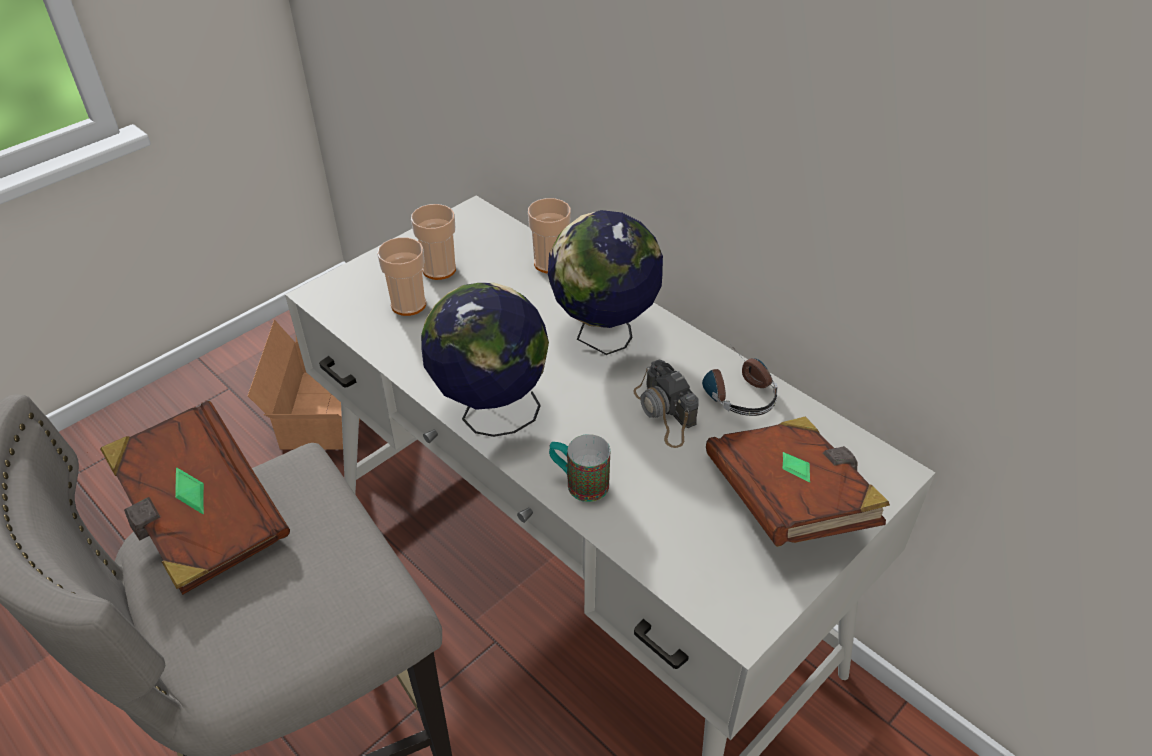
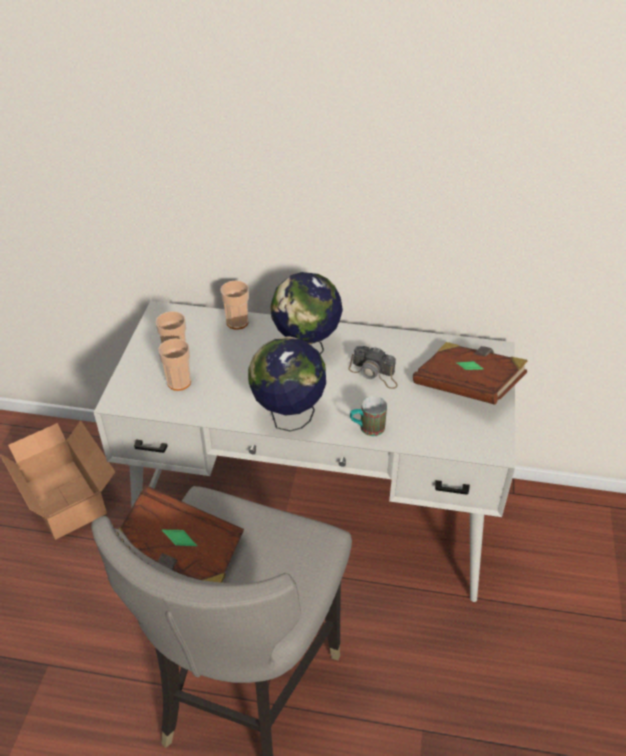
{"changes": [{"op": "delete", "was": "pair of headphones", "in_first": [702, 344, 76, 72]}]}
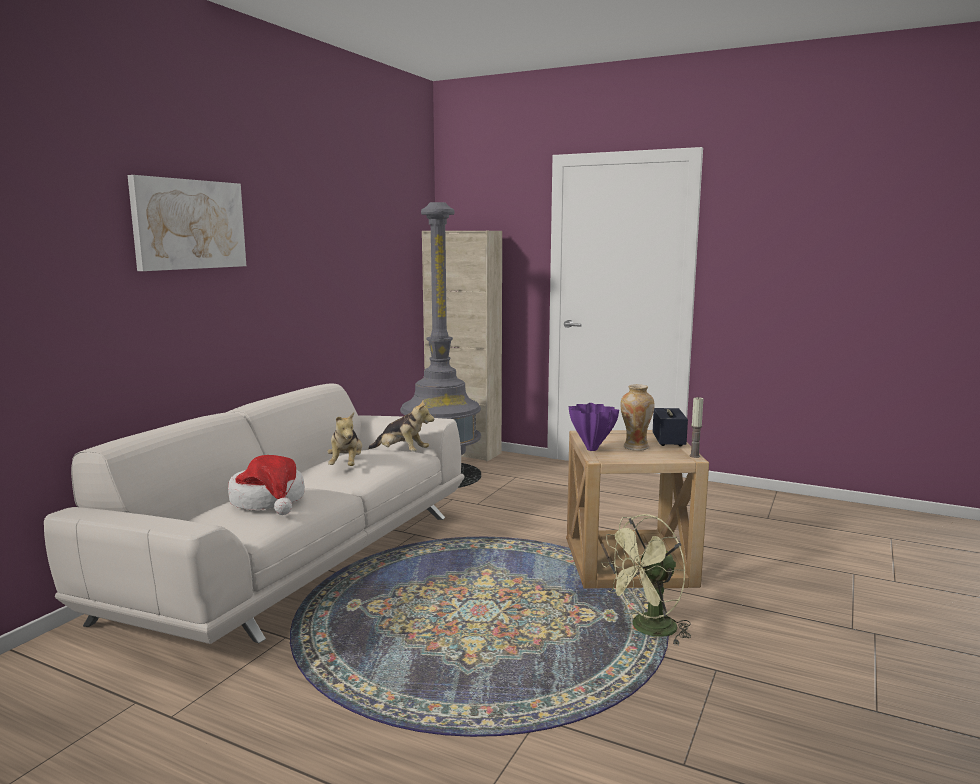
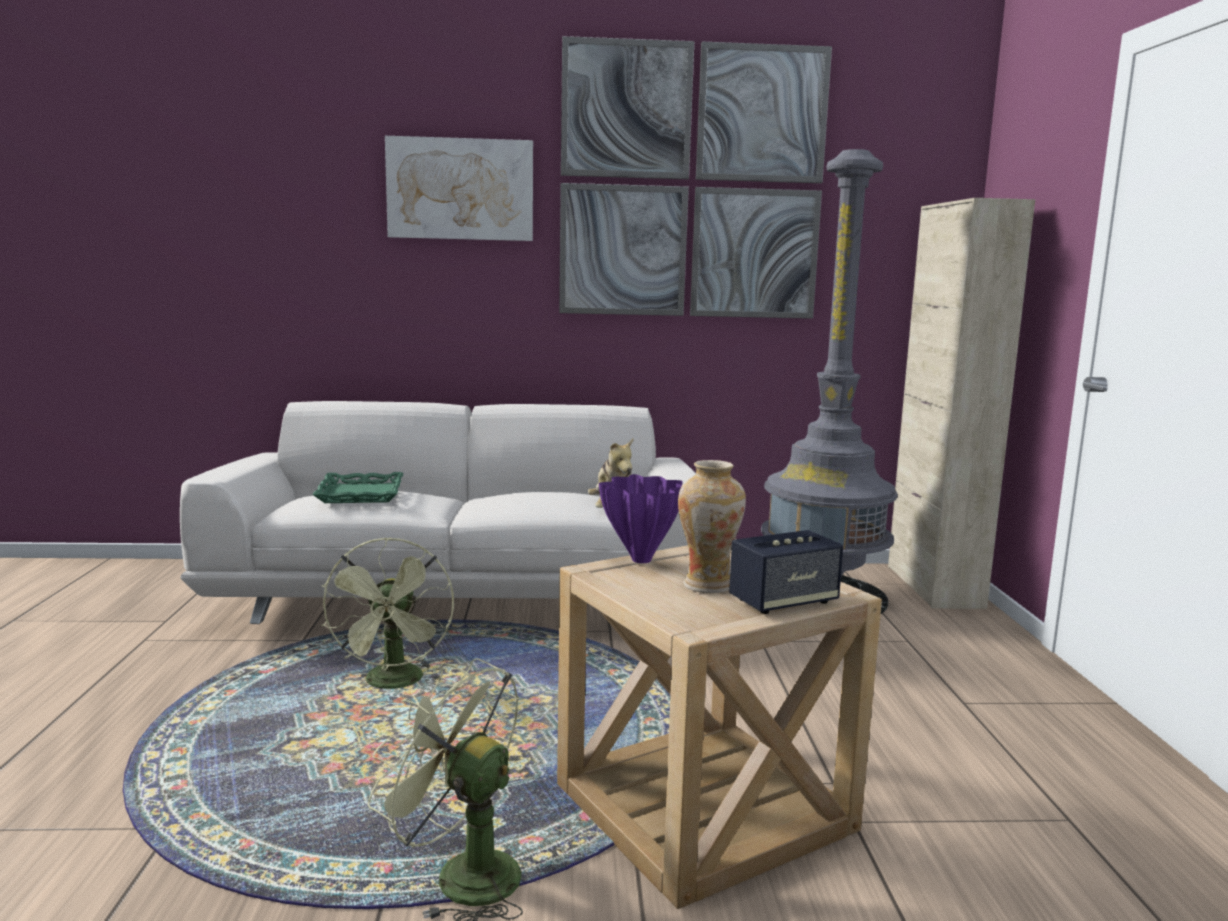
{"changes": [{"op": "delete", "was": "wax light", "in_first": [689, 396, 14, 62]}, {"op": "delete", "was": "plush toy", "in_first": [327, 412, 35, 54]}, {"op": "replace", "was": "hat", "now": "green-coloured tray", "in_first": [228, 455, 77, 60], "in_second": [312, 472, 91, 31]}, {"op": "insert", "now": "picture", "in_second": [559, 36, 273, 283]}, {"op": "insert", "now": "green-coloured cooling fan", "in_second": [321, 537, 133, 152]}]}
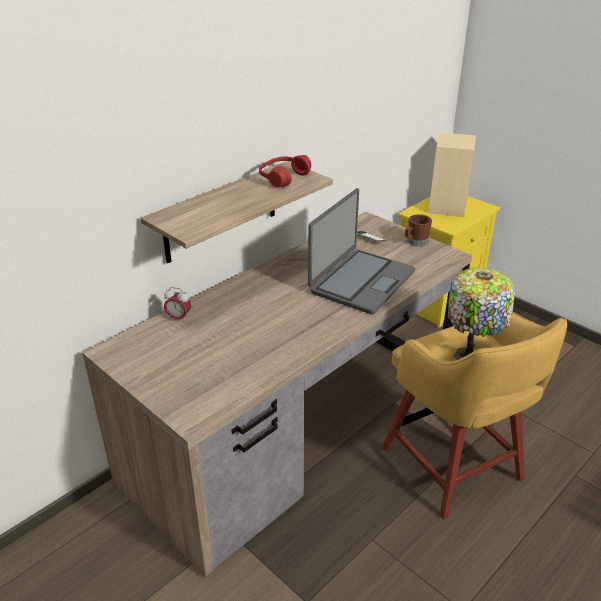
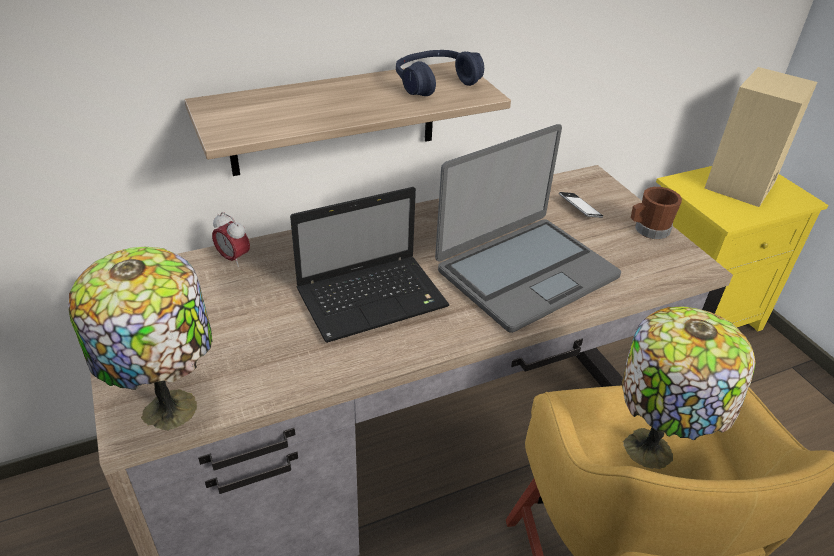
{"changes": [{"op": "recolor", "was": "red pair of headphones", "now": "bluish pair of headphones", "in_first": [259, 155, 52, 32], "in_second": [396, 50, 88, 46]}, {"op": "insert", "now": "laptop", "in_second": [290, 187, 159, 156]}, {"op": "insert", "now": "lamp for a table", "in_second": [68, 247, 145, 184]}]}
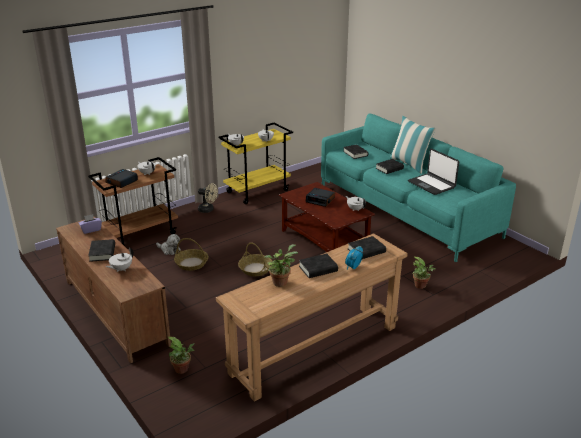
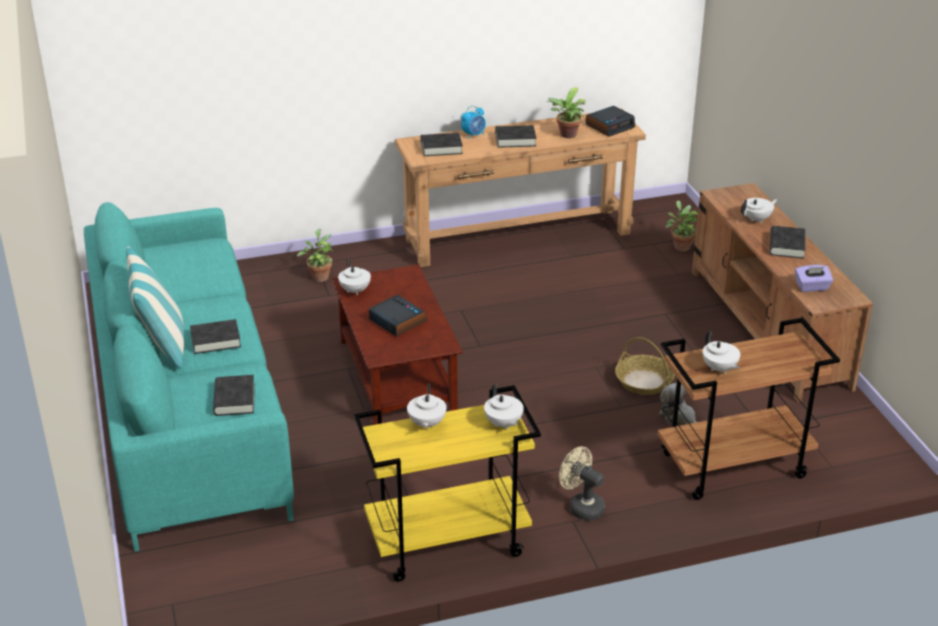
{"changes": [{"op": "delete", "was": "laptop", "in_first": [408, 149, 51, 46]}, {"op": "move", "was": "alarm clock", "in_first": [105, 169, 33, 19], "in_second": [586, 106, 49, 31]}, {"op": "delete", "was": "household basket", "in_first": [238, 242, 35, 34]}]}
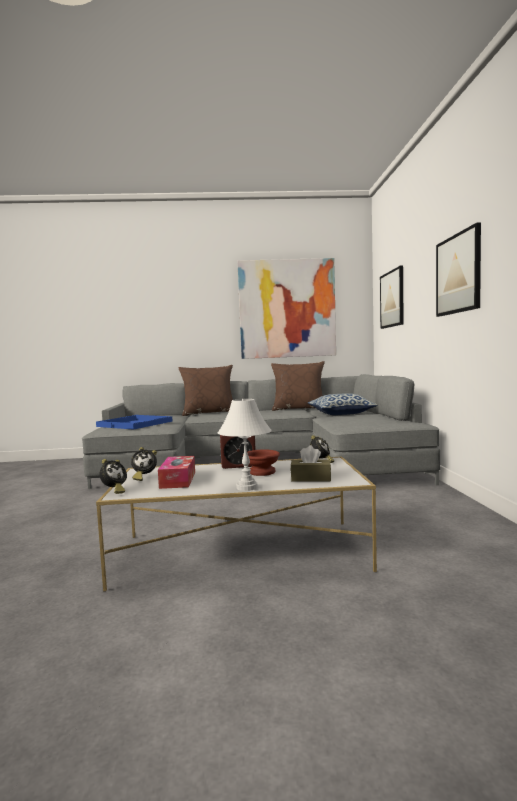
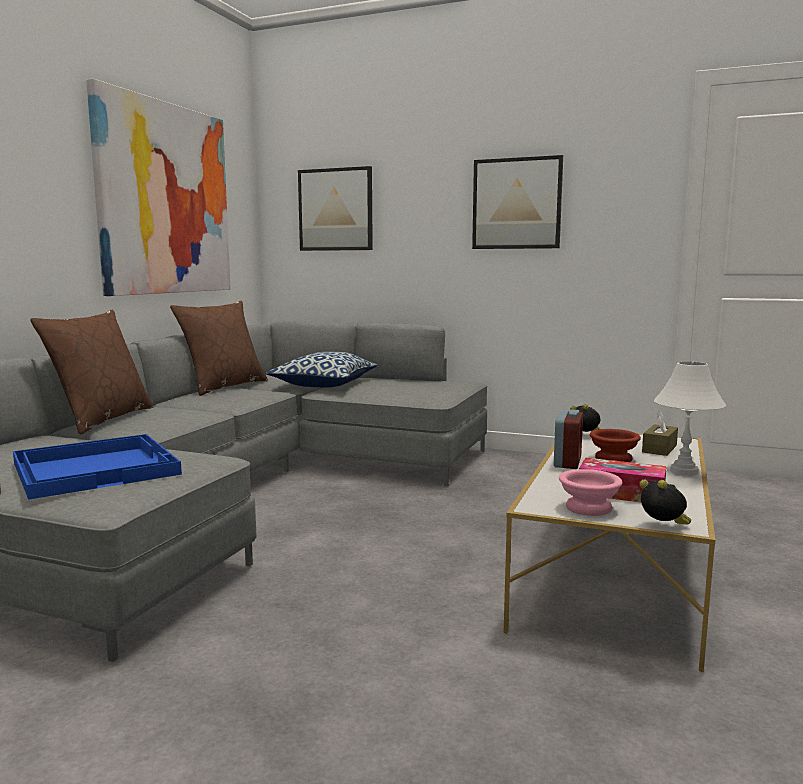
{"changes": [{"op": "replace", "was": "alarm clock", "now": "pinkish serving bowl", "in_first": [131, 447, 26, 34], "in_second": [559, 469, 63, 47]}]}
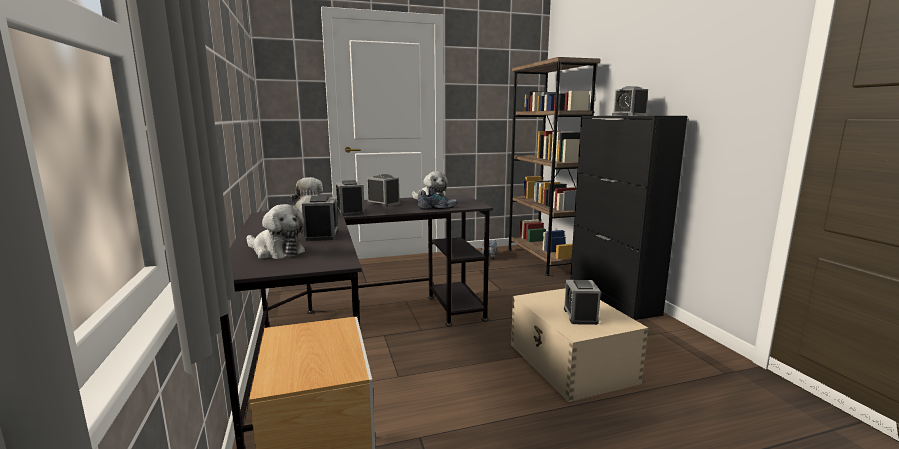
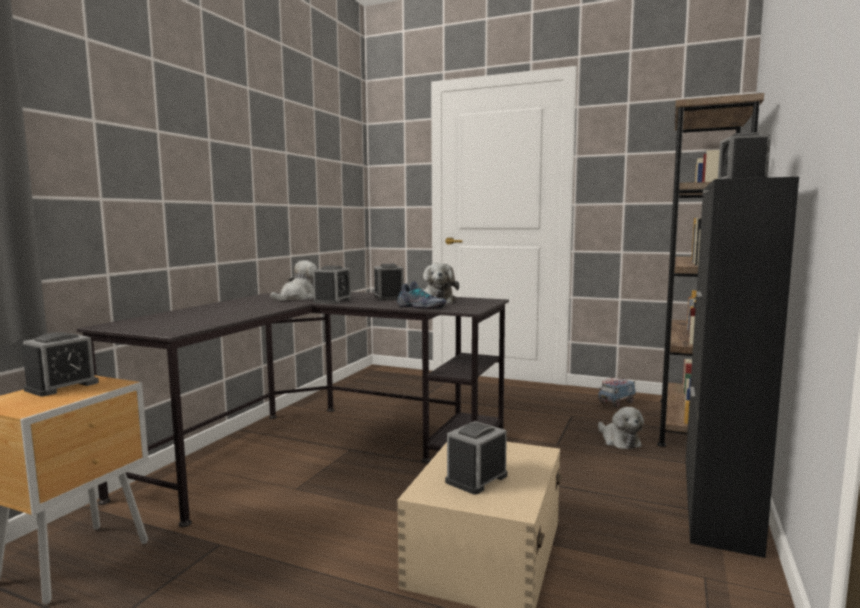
{"changes": [{"op": "move", "was": "alarm clock", "in_first": [302, 196, 36, 45], "in_second": [22, 332, 77, 64]}, {"op": "move", "was": "plush toy", "in_first": [247, 204, 58, 55], "in_second": [598, 407, 46, 42]}]}
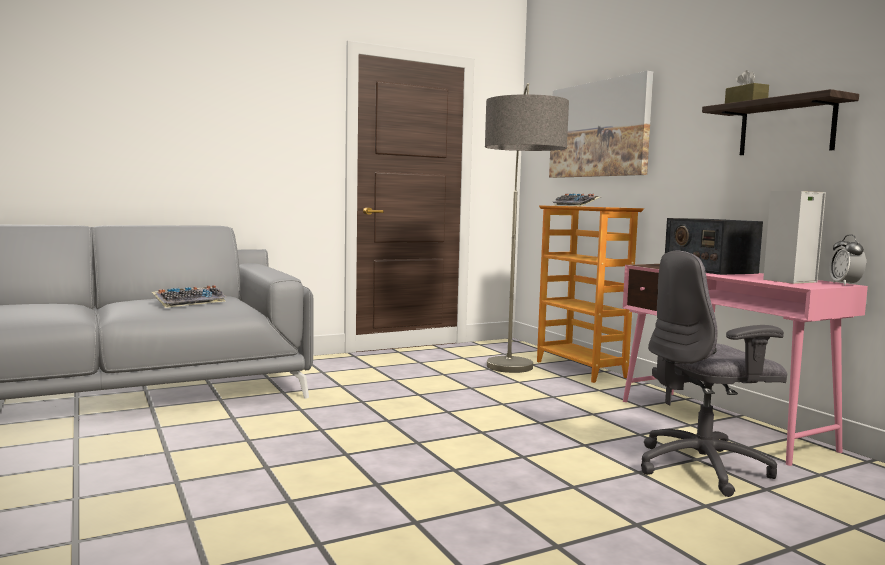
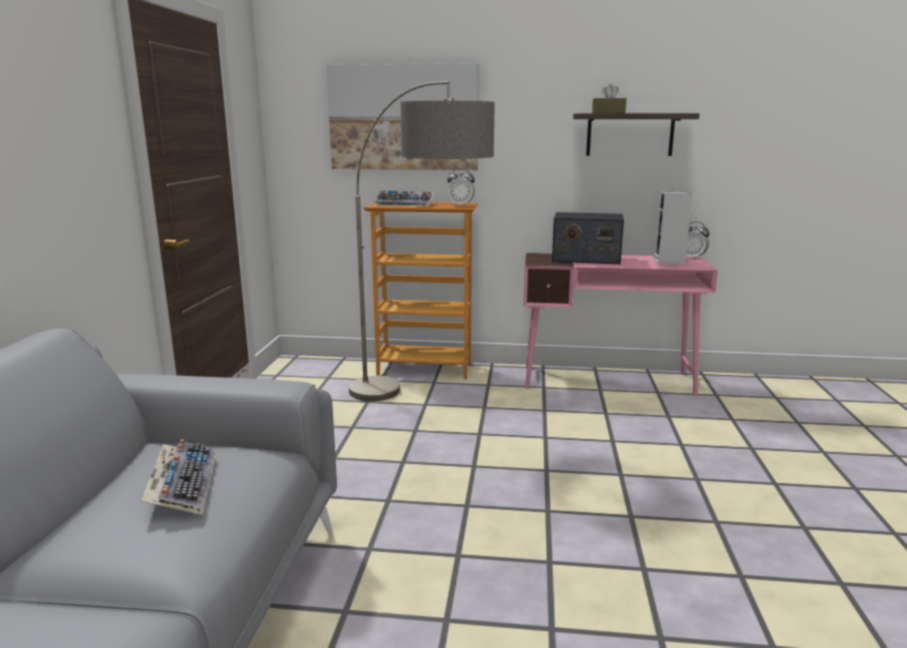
{"changes": [{"op": "delete", "was": "gray desk chair", "in_first": [641, 250, 146, 247]}, {"op": "insert", "now": "alarm clock", "in_second": [447, 168, 28, 38]}]}
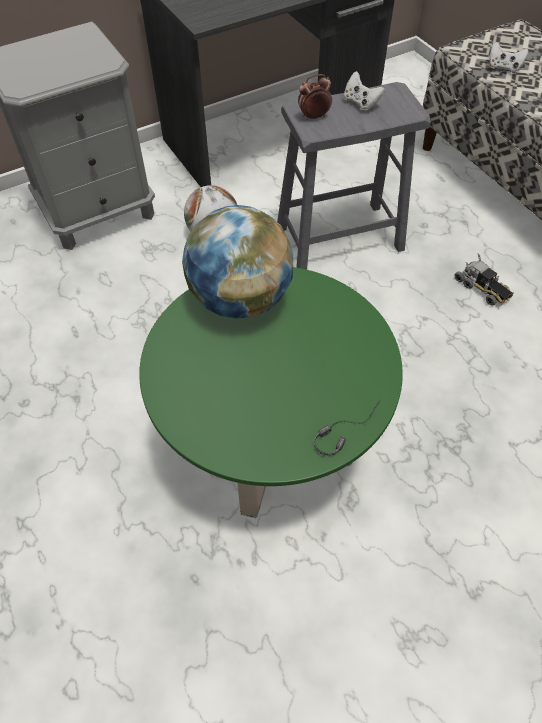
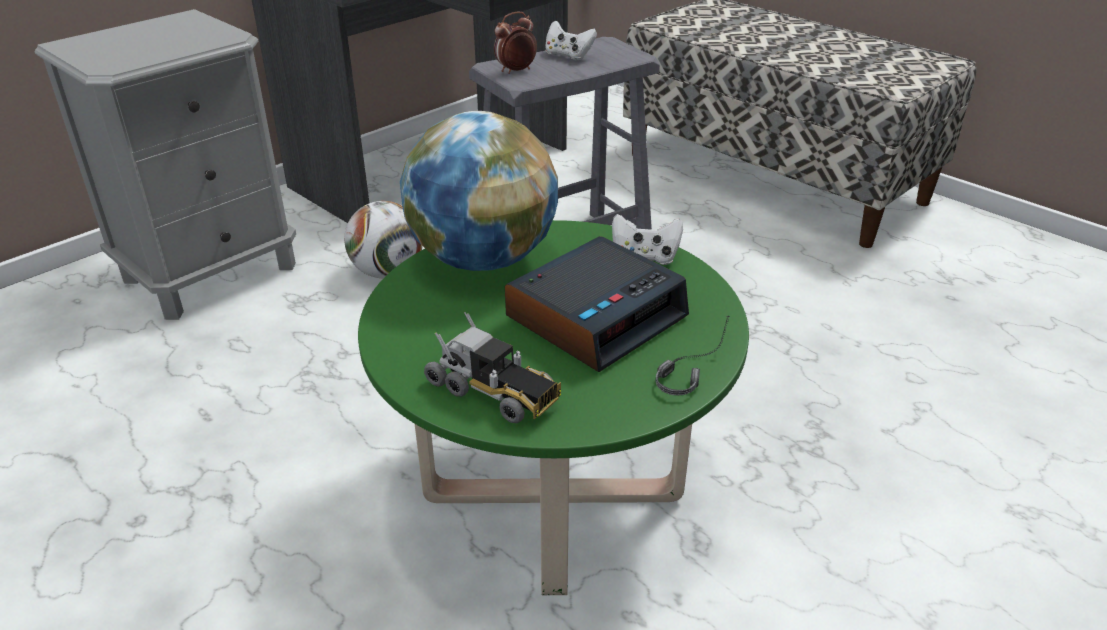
{"changes": [{"op": "move", "was": "white gamepad", "in_first": [489, 42, 39, 31], "in_second": [612, 214, 71, 51]}, {"op": "move", "was": "toy truck", "in_first": [454, 253, 60, 53], "in_second": [424, 312, 137, 112]}, {"op": "insert", "now": "alarm clock", "in_second": [505, 236, 184, 136]}]}
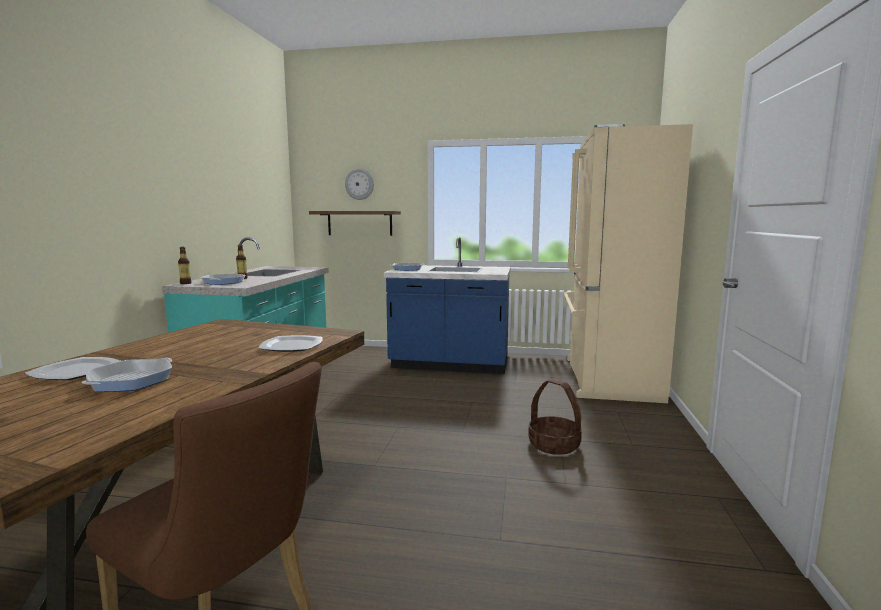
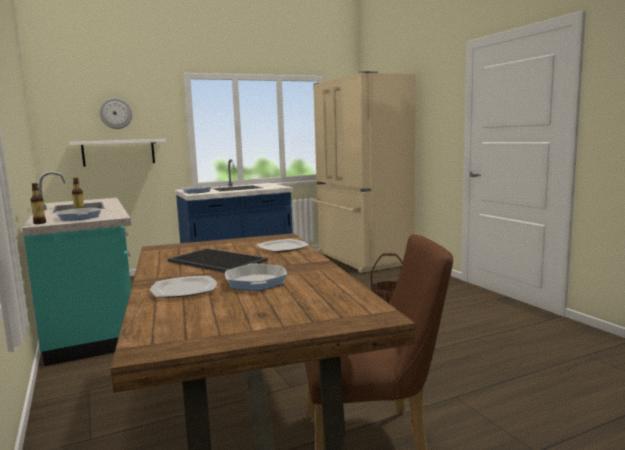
{"changes": [{"op": "recolor", "was": "brown shelf", "now": "white shelf", "in_first": [309, 211, 92, 25], "in_second": [70, 139, 96, 28]}, {"op": "insert", "now": "tray", "in_second": [168, 248, 100, 25]}]}
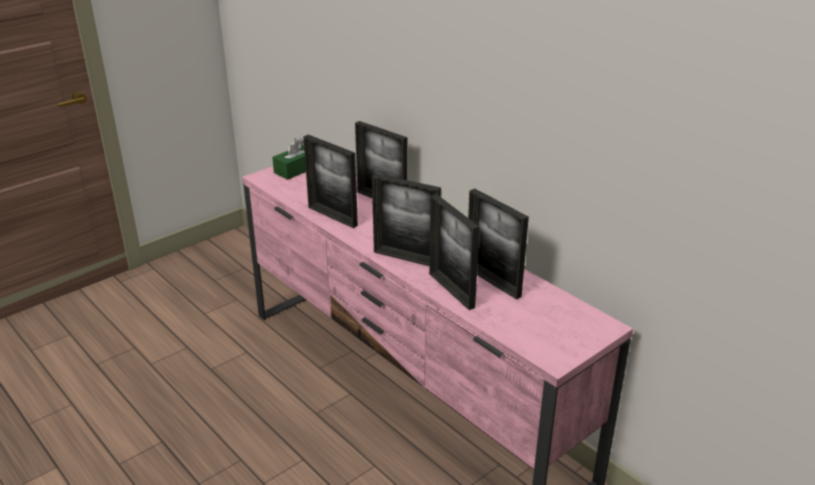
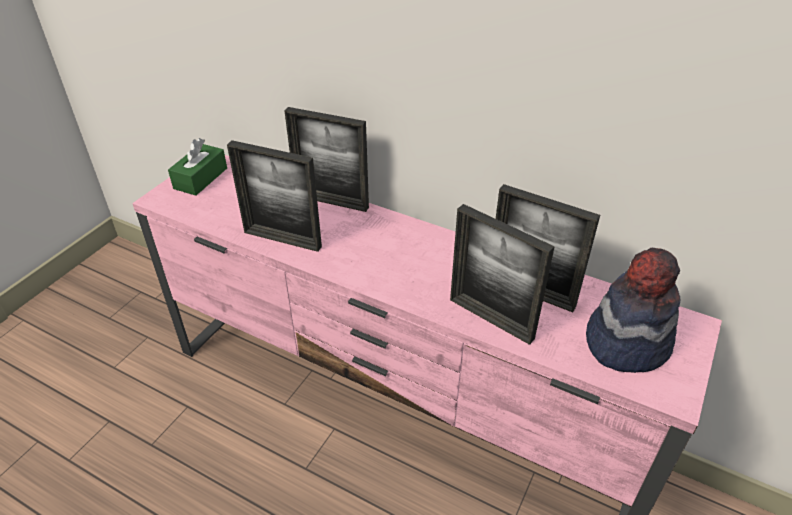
{"changes": [{"op": "delete", "was": "standing frame", "in_first": [372, 174, 69, 92]}, {"op": "insert", "now": "hat", "in_second": [586, 248, 94, 125]}]}
